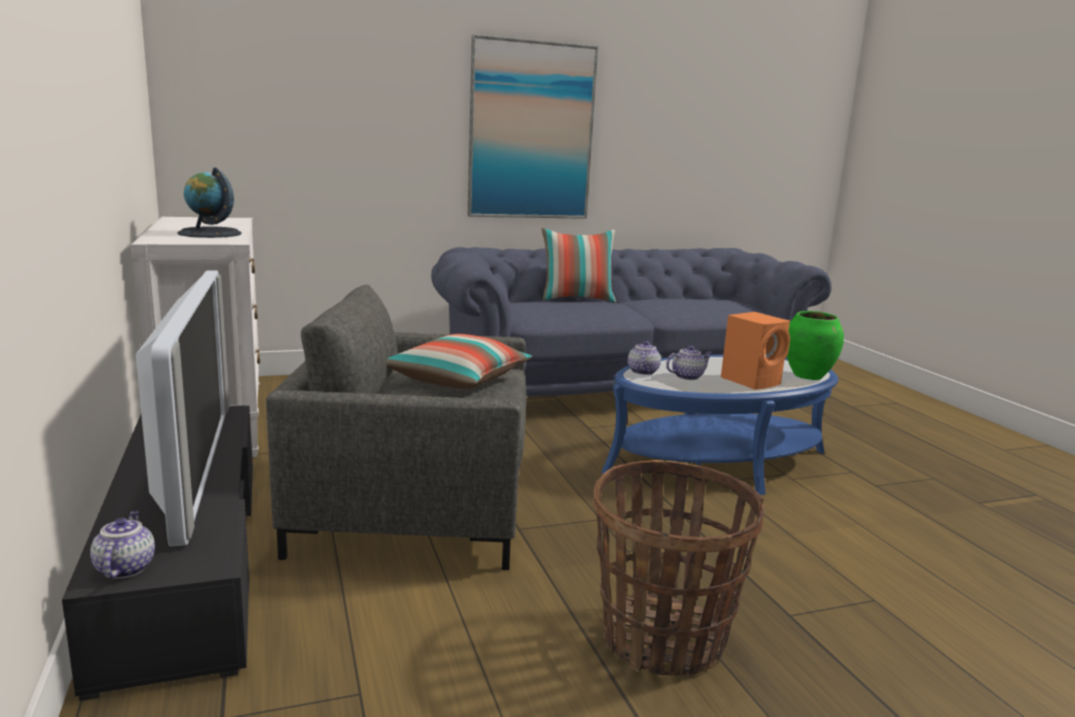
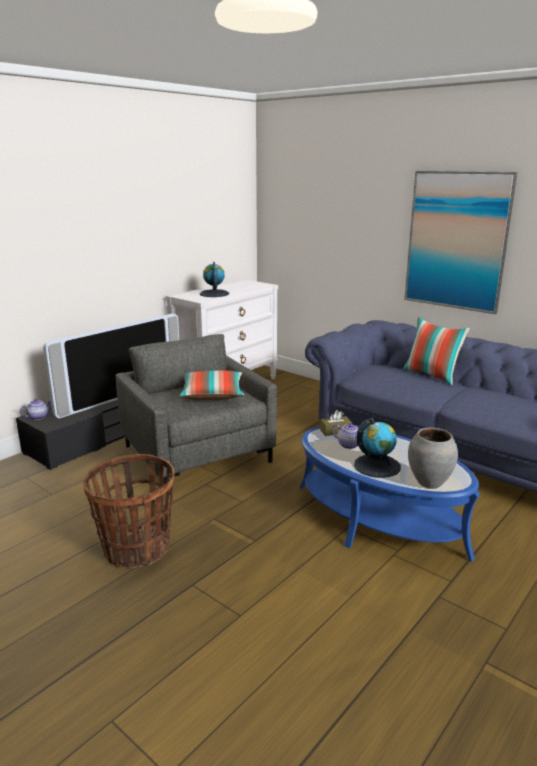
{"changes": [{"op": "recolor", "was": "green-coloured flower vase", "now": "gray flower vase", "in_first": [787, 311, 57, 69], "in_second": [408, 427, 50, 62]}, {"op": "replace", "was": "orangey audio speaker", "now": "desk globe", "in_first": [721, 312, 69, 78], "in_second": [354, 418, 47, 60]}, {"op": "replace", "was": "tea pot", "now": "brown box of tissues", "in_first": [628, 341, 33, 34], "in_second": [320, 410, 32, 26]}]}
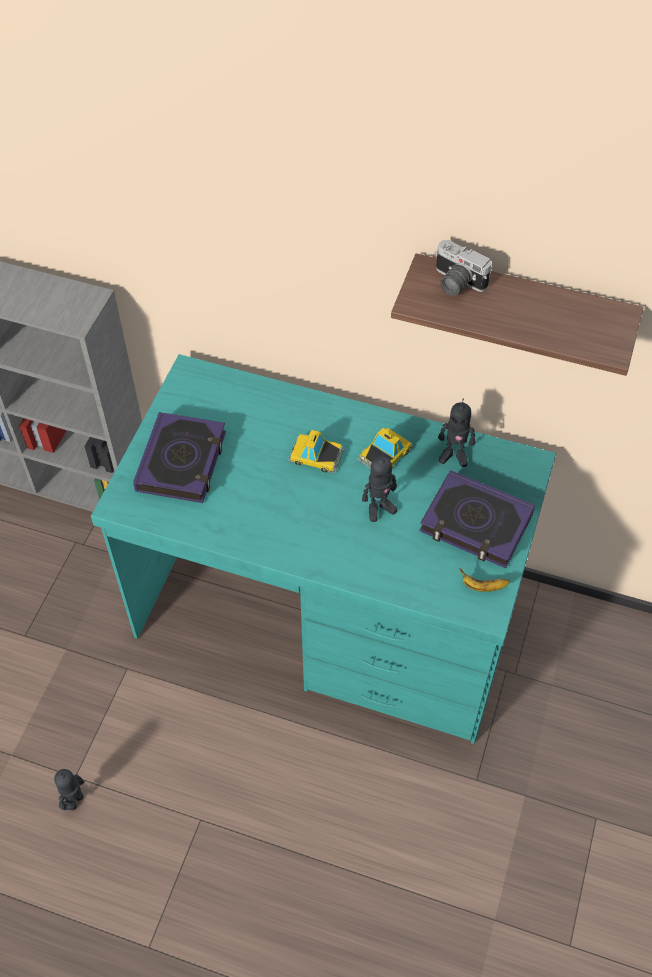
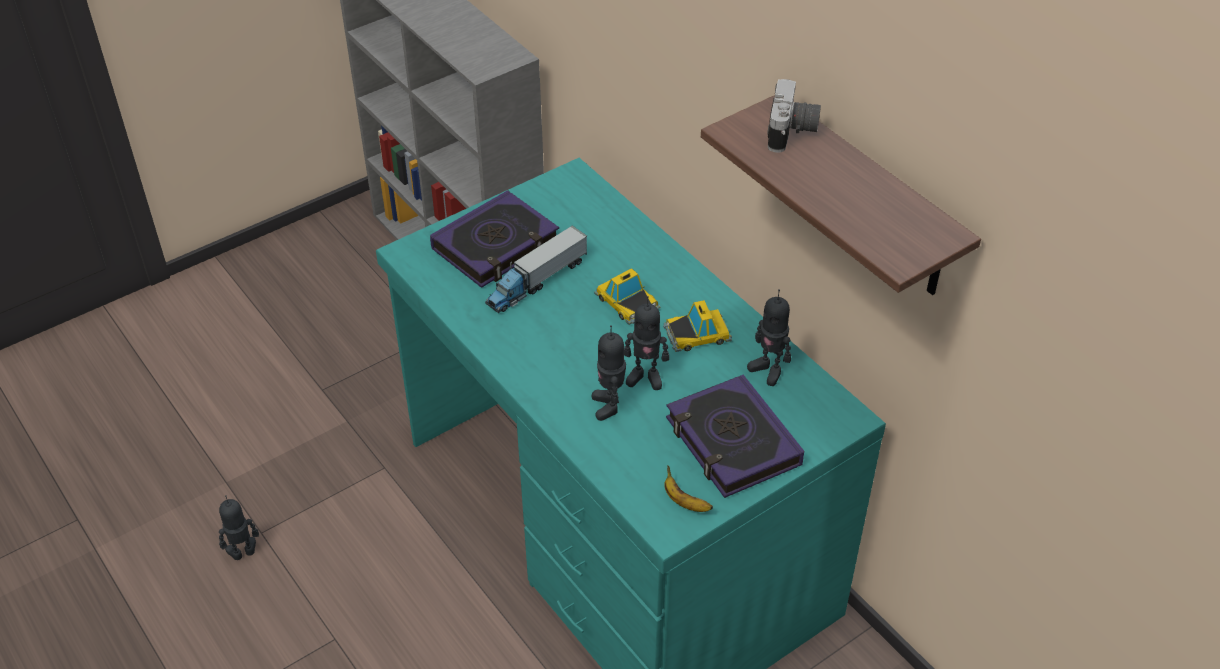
{"changes": [{"op": "rotate", "was": "still camera", "in_first": [435, 240, 57, 56], "in_second": [767, 79, 54, 74], "clockwise": -150}, {"op": "insert", "now": "toy truck", "in_second": [485, 225, 102, 88]}, {"op": "insert", "now": "model robot", "in_second": [592, 325, 34, 96]}]}
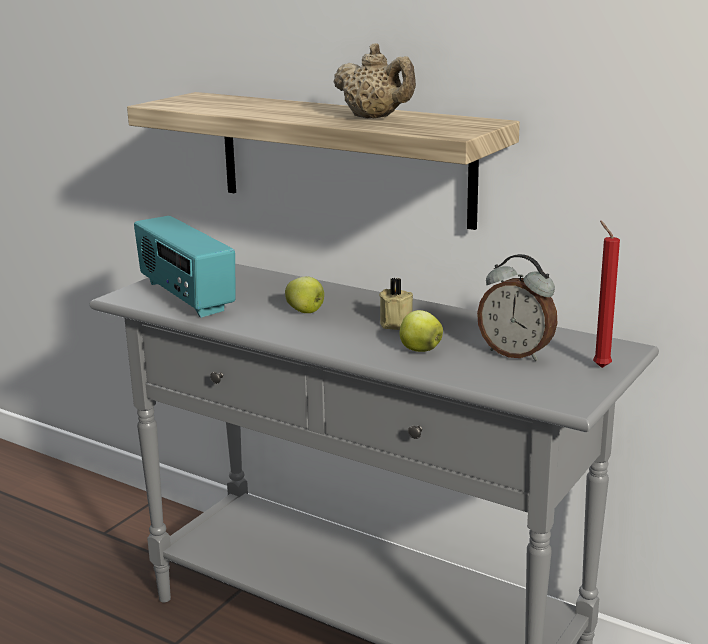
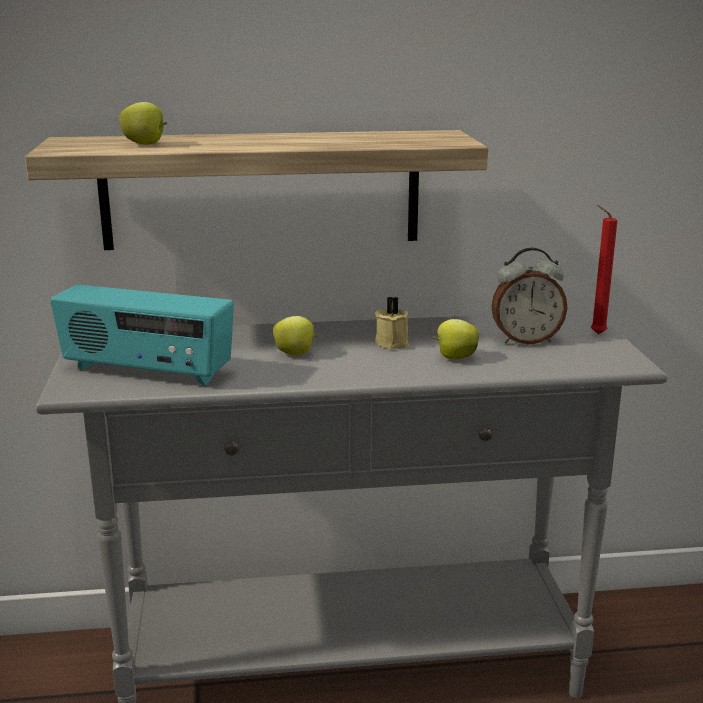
{"changes": [{"op": "delete", "was": "beige tea pot", "in_first": [333, 43, 83, 75]}, {"op": "insert", "now": "apple fruit", "in_second": [119, 102, 48, 43]}]}
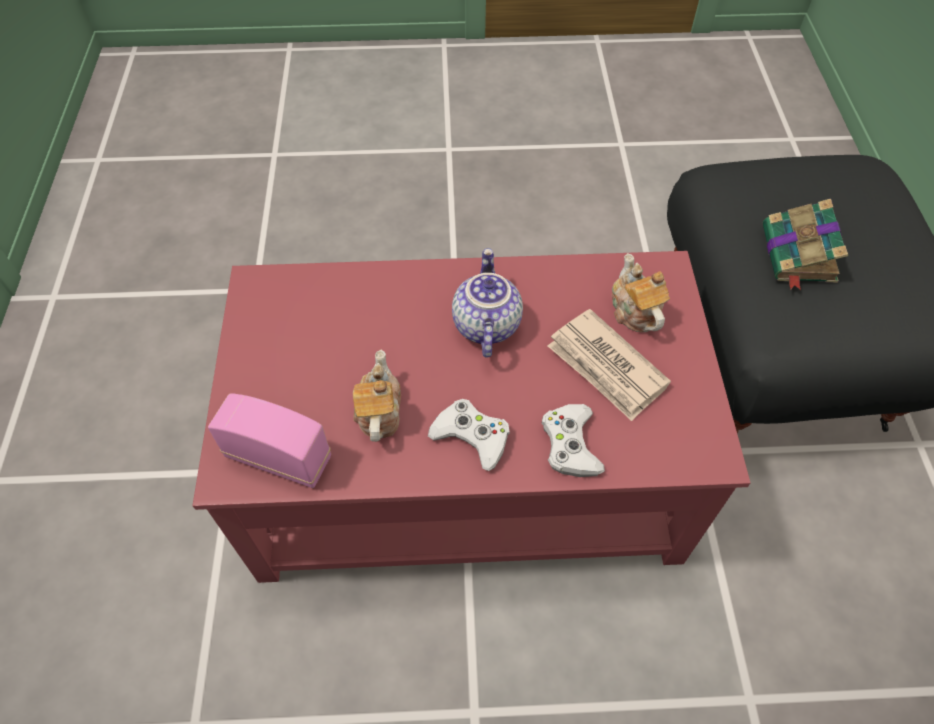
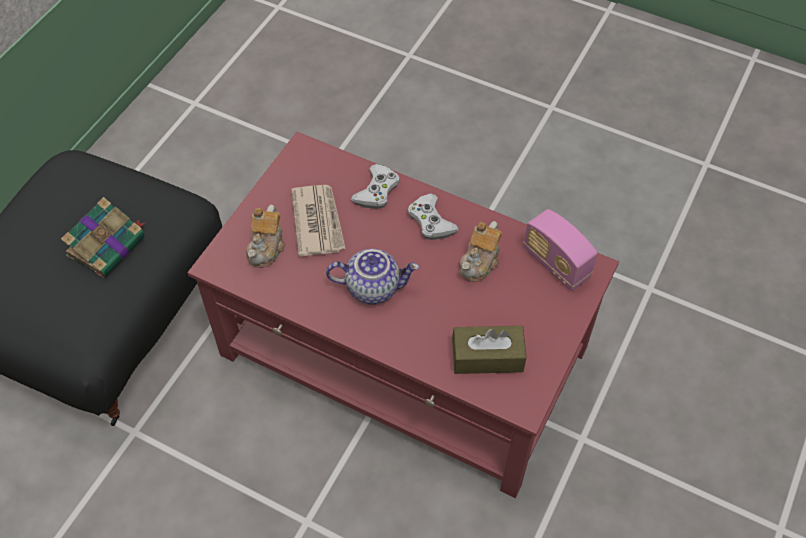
{"changes": [{"op": "rotate", "was": "tea pot", "in_first": [452, 248, 71, 110], "in_second": [326, 249, 93, 55], "clockwise": -120}, {"op": "insert", "now": "brown box of tissues", "in_second": [452, 326, 75, 48]}]}
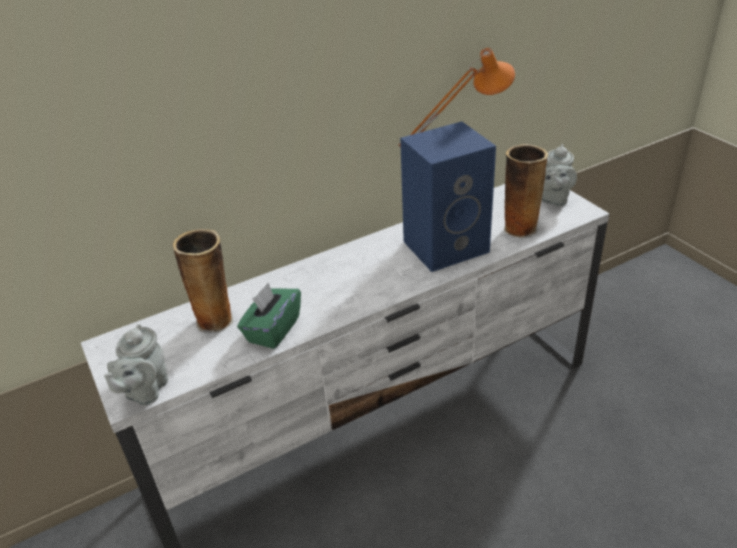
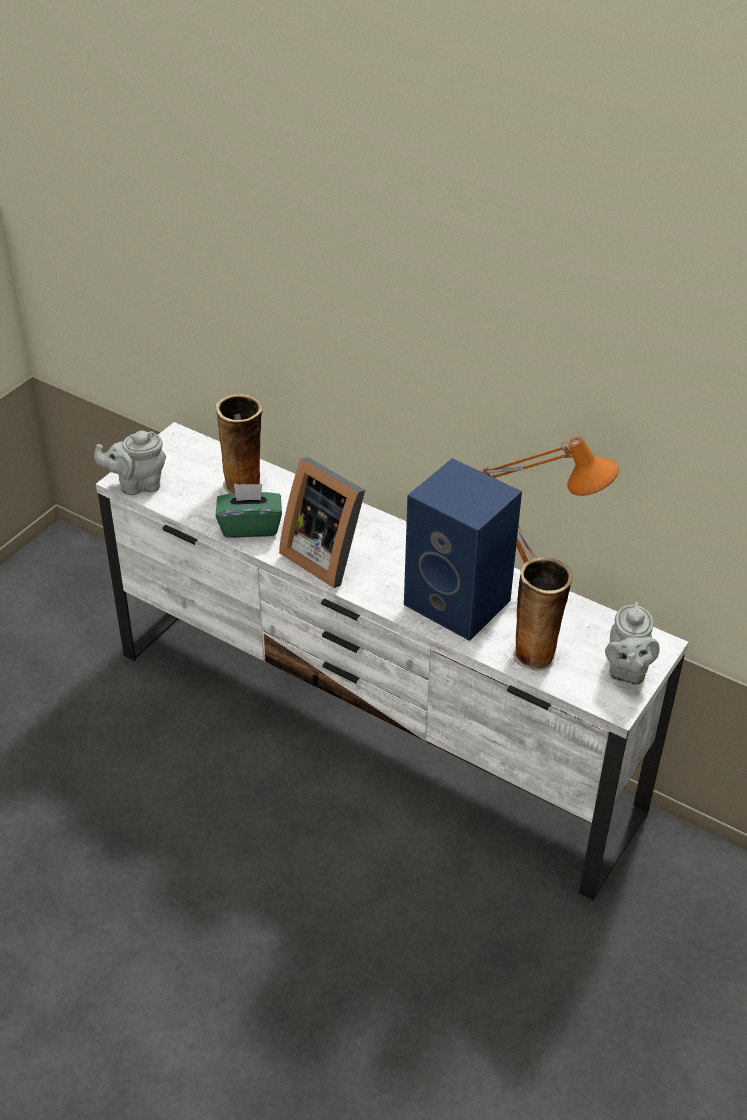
{"changes": [{"op": "rotate", "was": "gray tea pot", "in_first": [542, 144, 35, 62], "in_second": [605, 602, 55, 83], "clockwise": -75}, {"op": "insert", "now": "standing frame", "in_second": [279, 457, 86, 131]}]}
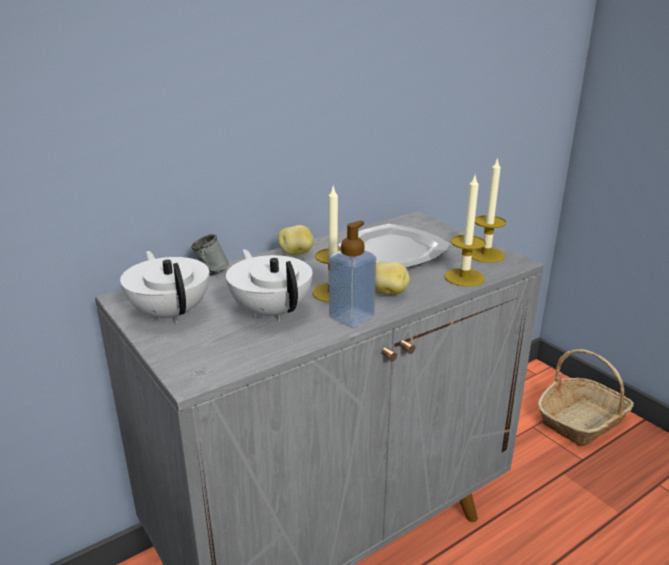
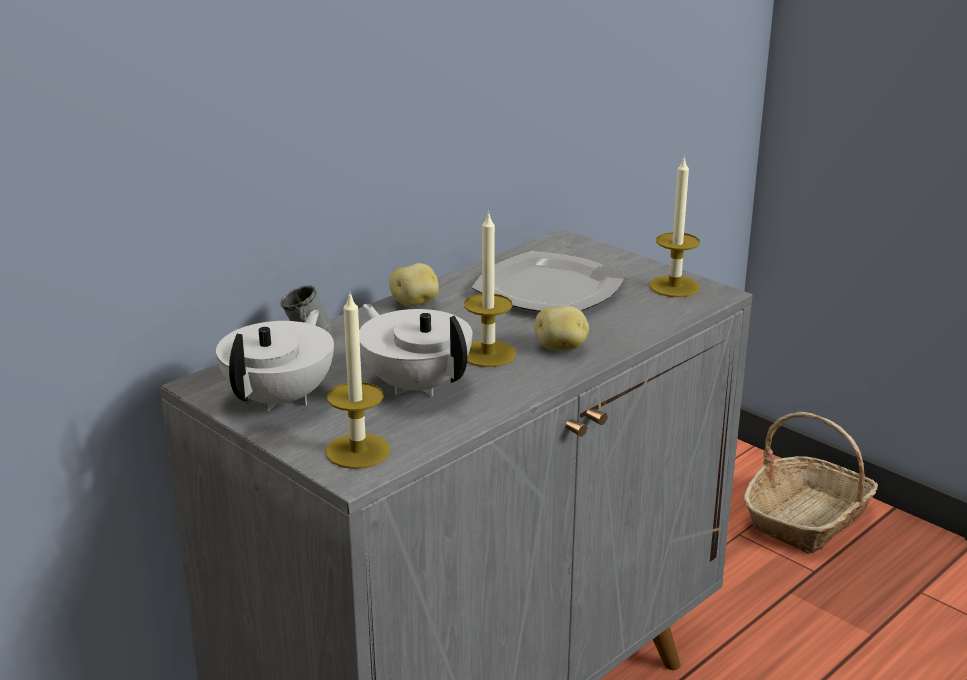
{"changes": [{"op": "move", "was": "wax light", "in_first": [444, 176, 42, 111], "in_second": [326, 291, 65, 178]}, {"op": "delete", "was": "liquid soap bottle", "in_first": [329, 220, 47, 108]}, {"op": "rotate", "was": "white tea pot", "in_first": [120, 251, 90, 72], "in_second": [216, 310, 118, 103], "clockwise": 60}]}
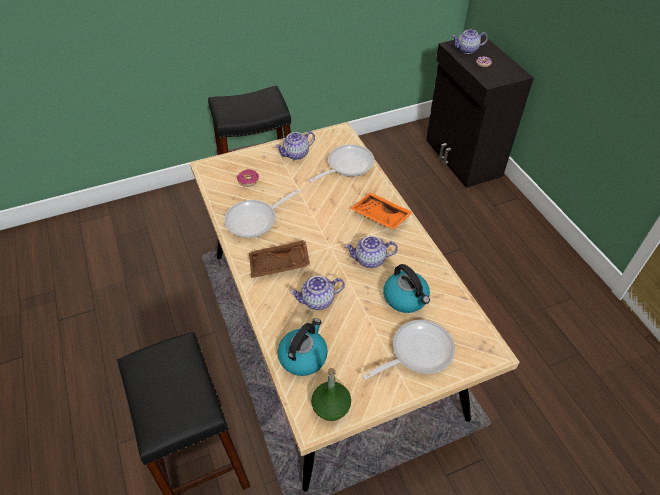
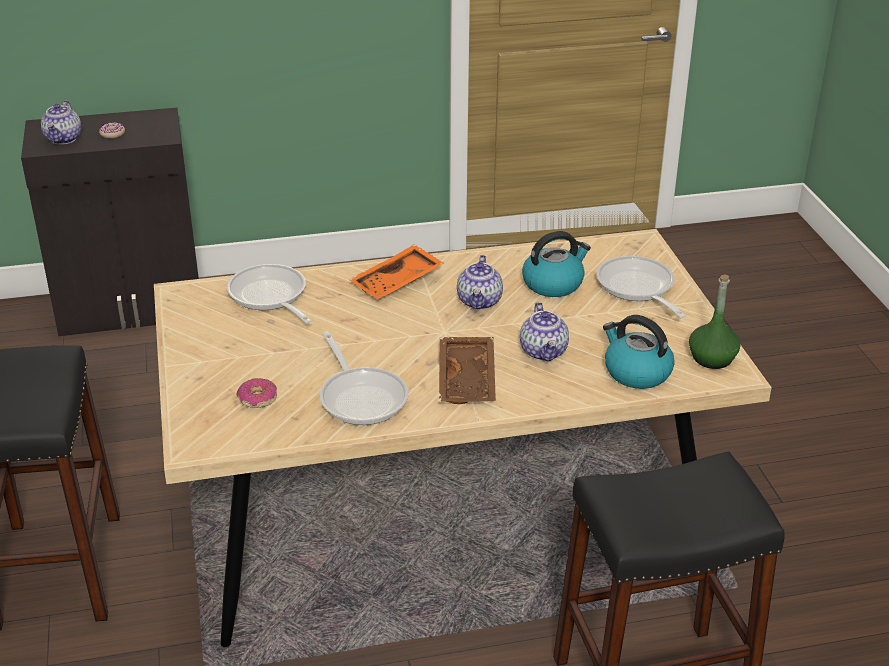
{"changes": [{"op": "delete", "was": "tea pot", "in_first": [275, 131, 40, 29]}]}
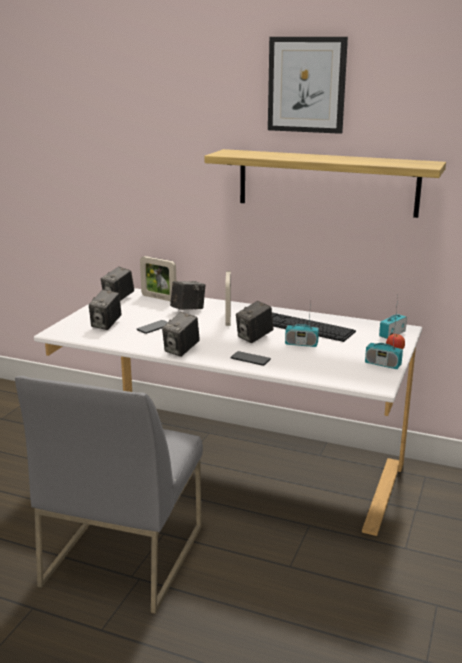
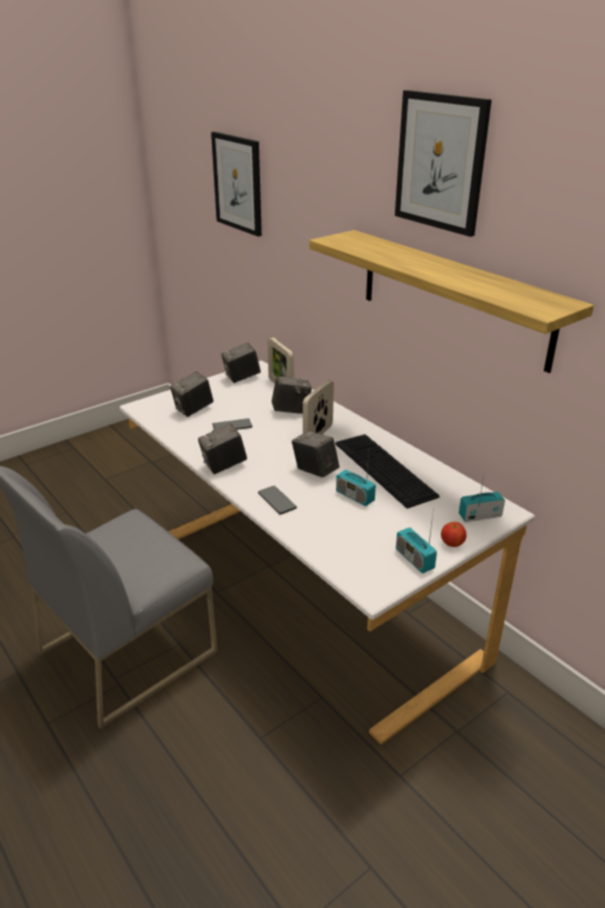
{"changes": [{"op": "rotate", "was": "still camera", "in_first": [236, 301, 37, 42], "in_second": [292, 431, 47, 47], "clockwise": 60}, {"op": "insert", "now": "picture", "in_second": [211, 132, 51, 105]}]}
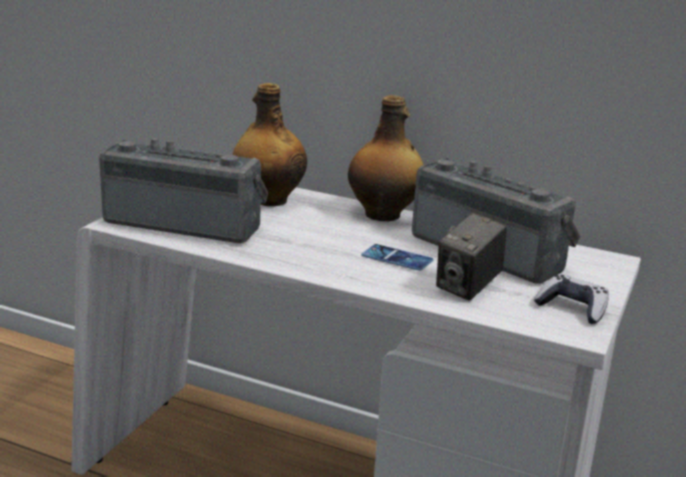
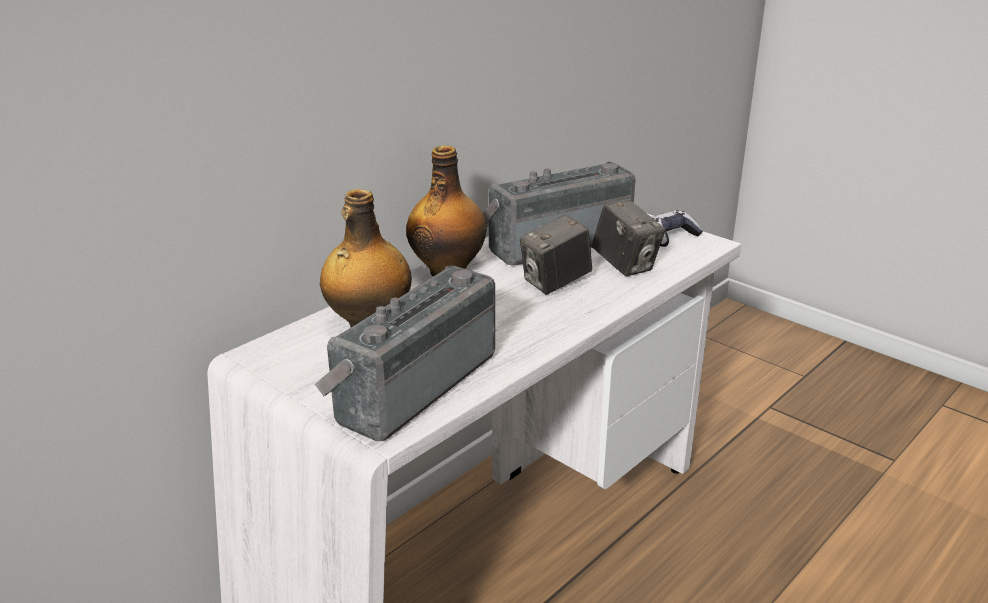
{"changes": [{"op": "replace", "was": "handset", "now": "still camera", "in_first": [362, 244, 71, 27], "in_second": [520, 214, 72, 81]}]}
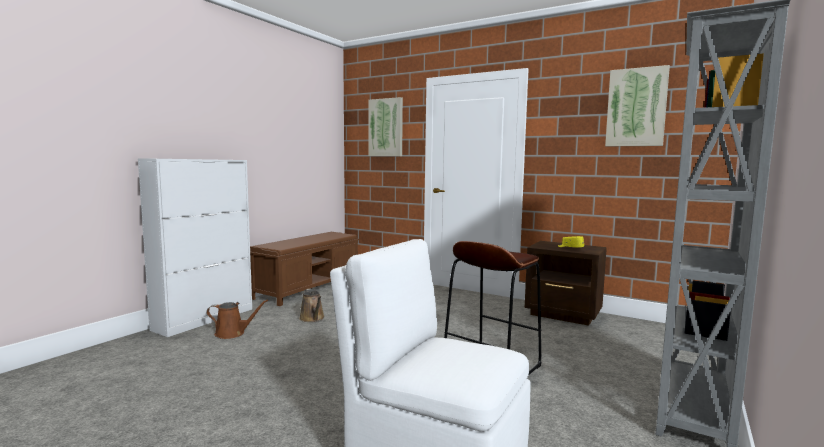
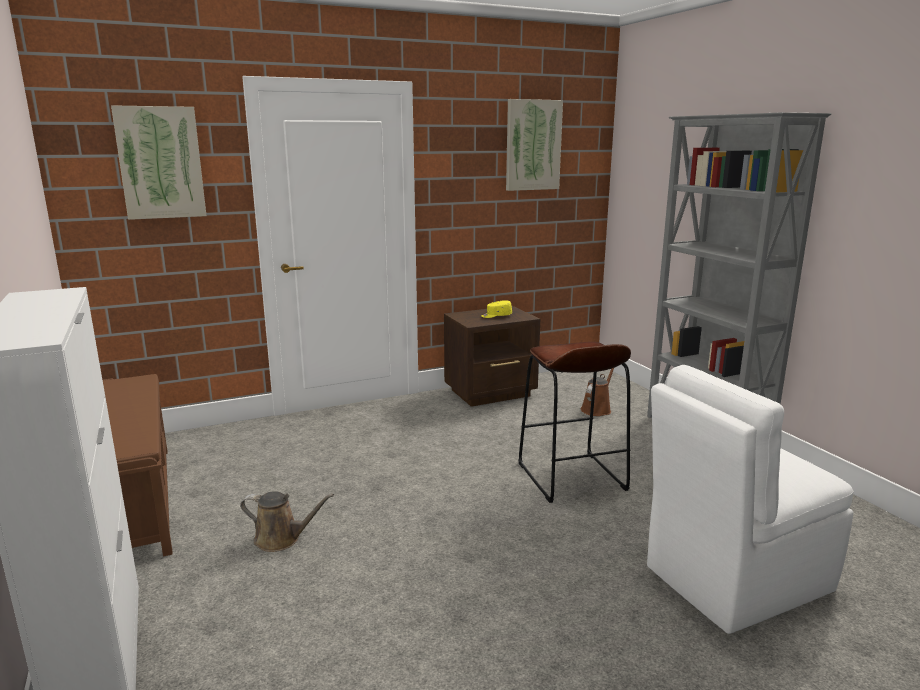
{"changes": [{"op": "move", "was": "brown sprinkling can", "in_first": [207, 300, 61, 39], "in_second": [581, 368, 33, 48]}]}
